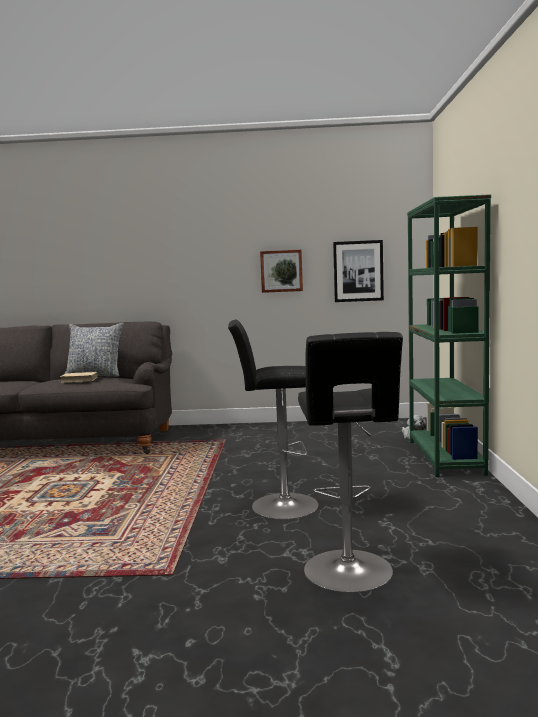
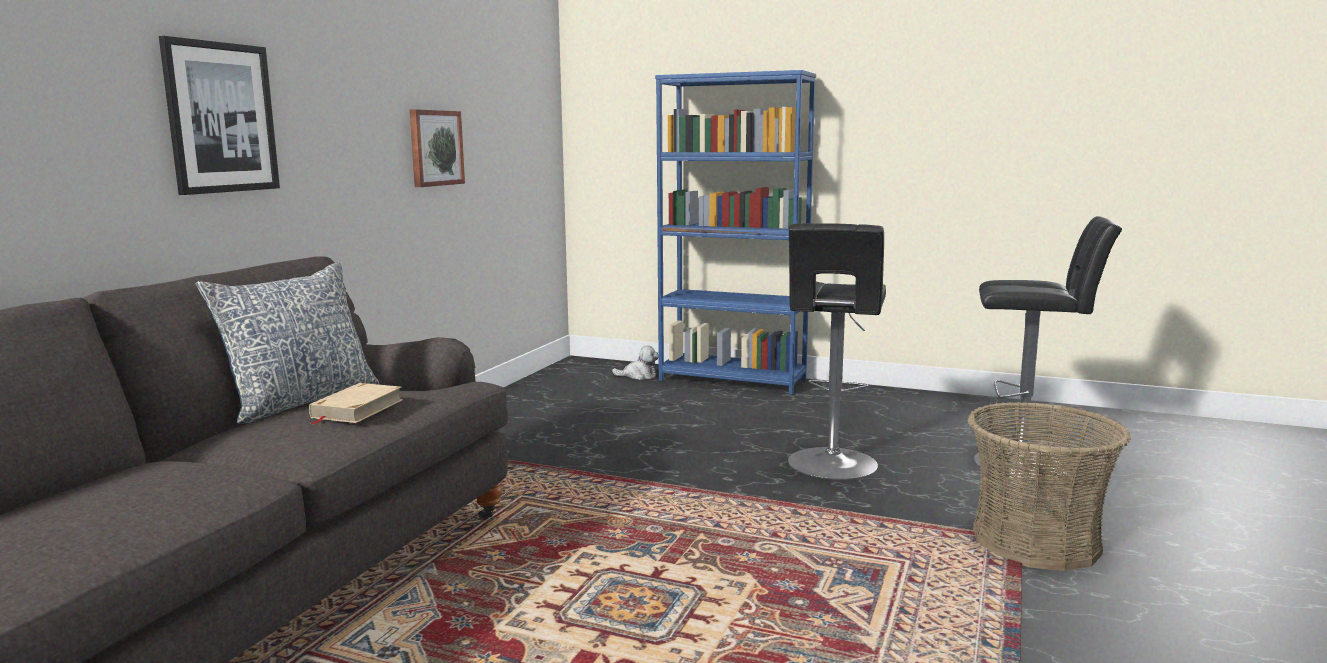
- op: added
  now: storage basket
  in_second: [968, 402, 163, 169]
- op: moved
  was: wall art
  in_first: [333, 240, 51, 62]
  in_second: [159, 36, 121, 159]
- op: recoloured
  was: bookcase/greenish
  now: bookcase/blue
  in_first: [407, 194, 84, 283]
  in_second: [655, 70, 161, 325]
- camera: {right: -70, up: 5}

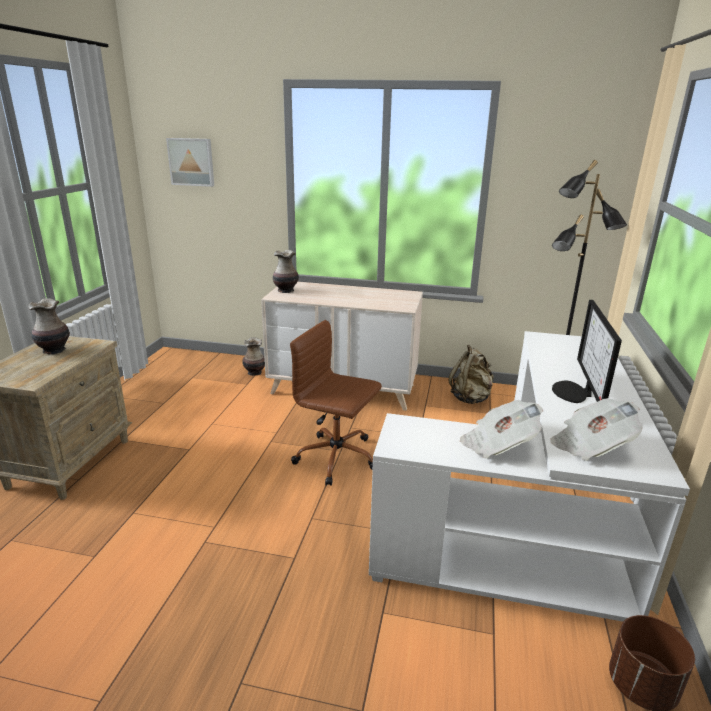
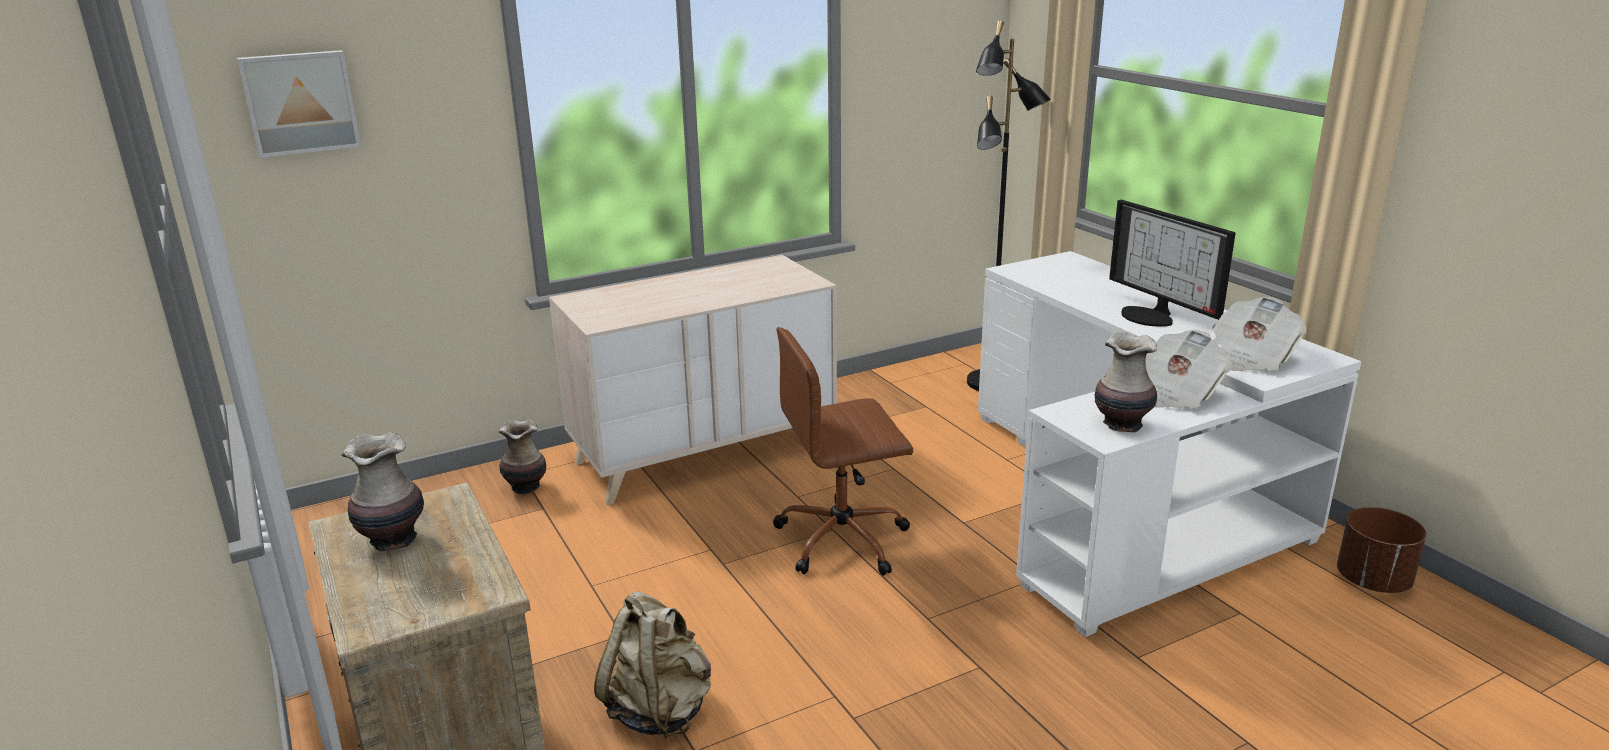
- op: moved
  was: flower vase
  in_first: [273, 250, 26, 43]
  in_second: [1095, 332, 62, 100]
- op: moved
  was: backpack/beige-coloured
  in_first: [449, 345, 44, 59]
  in_second: [594, 592, 117, 146]
- camera: {right: -40, up: 0}

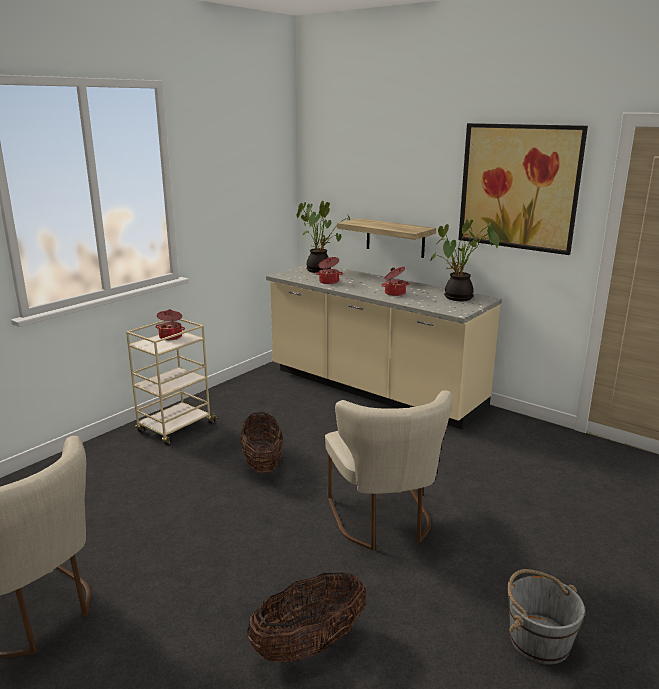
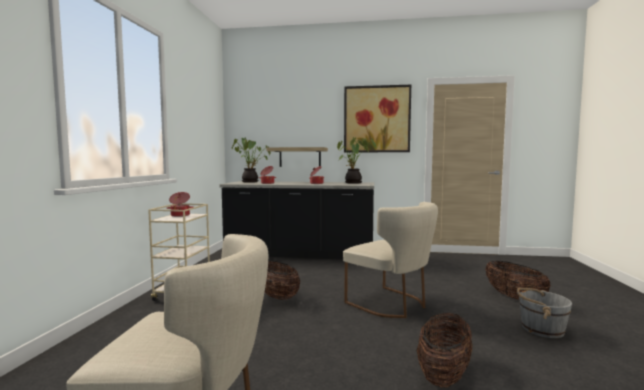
- op: added
  now: storage basket
  in_second: [485, 261, 66, 39]
- op: recoloured
  was: kitchen base unit/beige-coloured
  now: kitchen base unit/blackish
  in_first: [266, 265, 236, 165]
  in_second: [220, 181, 154, 79]
- camera: {right: -30, up: -15}

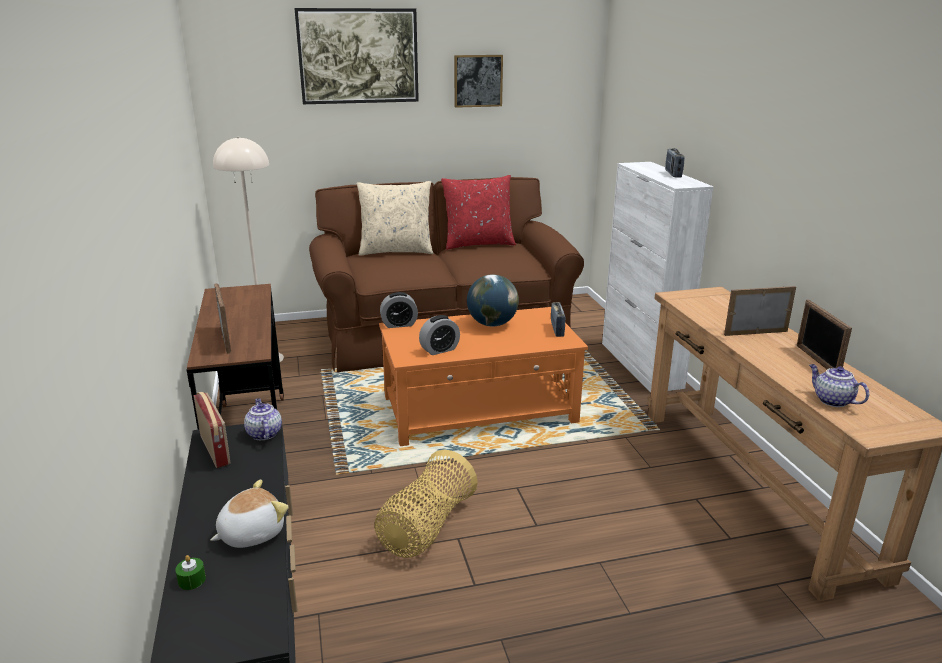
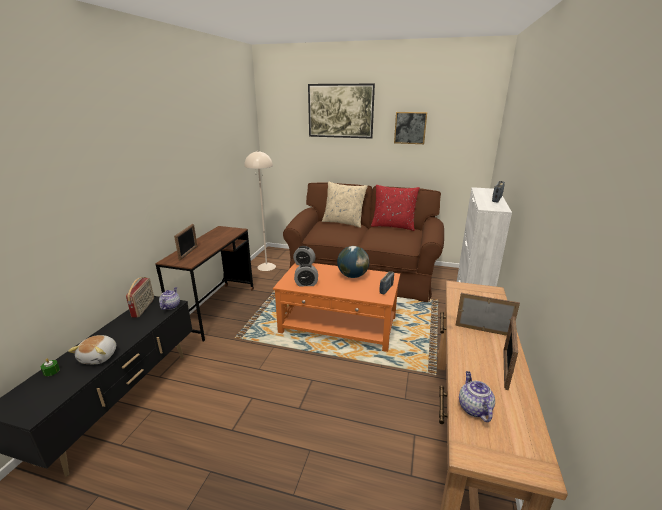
- op: removed
  was: storage basket
  in_first: [374, 450, 104, 108]
- op: turned
  was: soft toy
  in_first: [210, 479, 79, 69]
  in_second: [68, 335, 48, 29]
  clockwise: 105
- camera: {right: 30, up: 0}

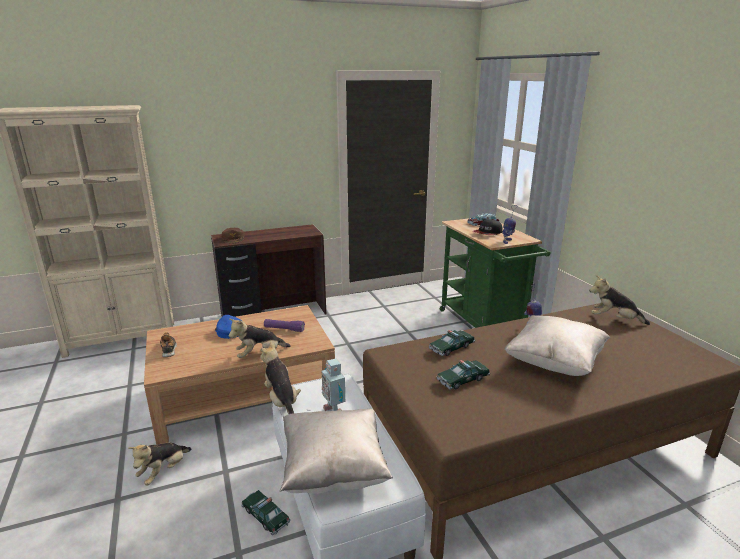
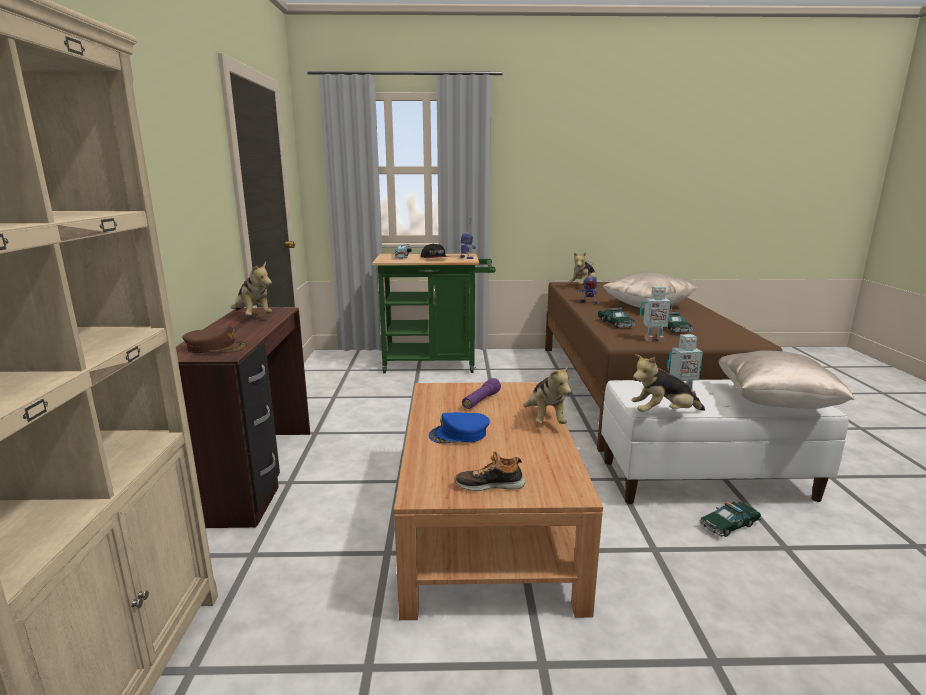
- op: added
  now: robot figure
  in_second: [640, 286, 33, 56]
- op: moved
  was: soft toy
  in_first: [129, 442, 62, 43]
  in_second: [230, 262, 42, 53]
- camera: {right: -70, up: -5}

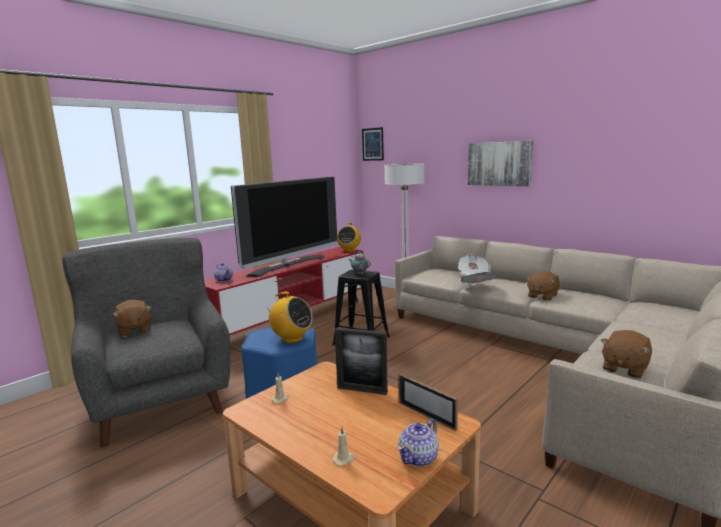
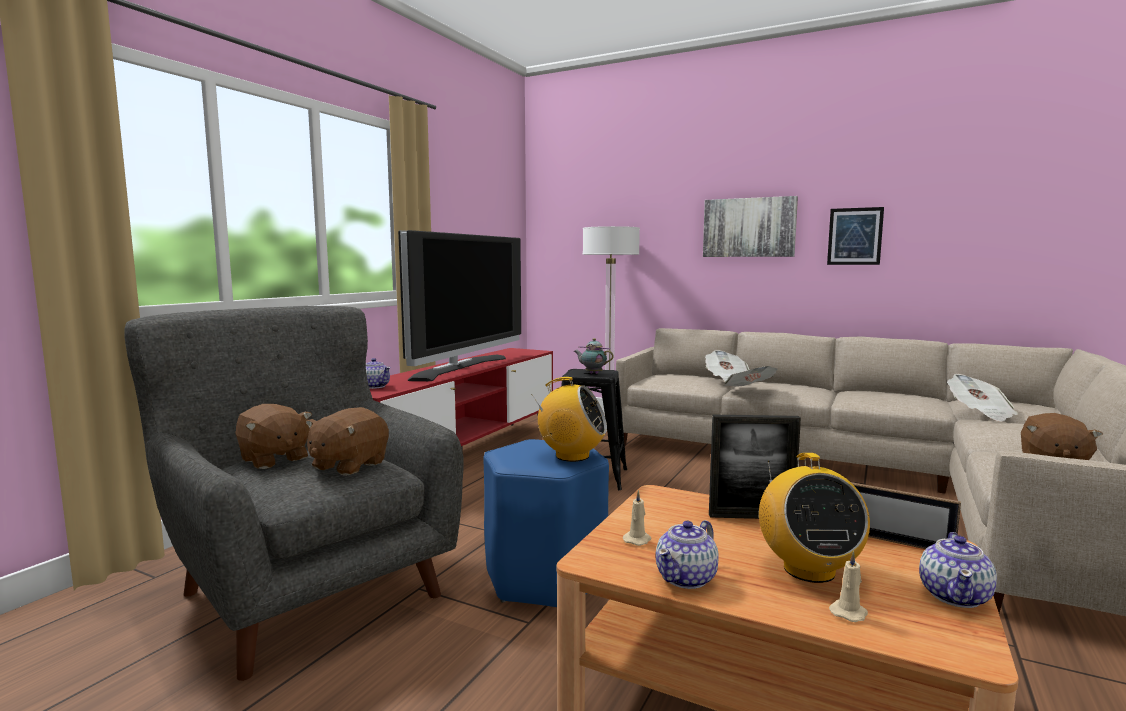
- op: added
  now: teapot
  in_second: [656, 520, 63, 69]
- op: added
  now: daily paper
  in_second: [947, 374, 71, 48]
- op: moved
  was: radio receiver
  in_first: [337, 223, 24, 29]
  in_second: [759, 453, 111, 130]
- op: moved
  was: wall art
  in_first: [362, 127, 22, 34]
  in_second: [827, 207, 57, 58]
- op: moved
  was: soft toy/brown-coloured
  in_first: [526, 271, 34, 30]
  in_second: [306, 407, 83, 69]
- camera: {right: -15, up: -5}

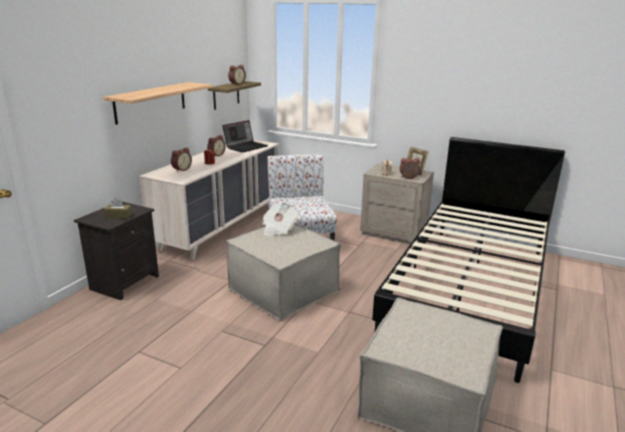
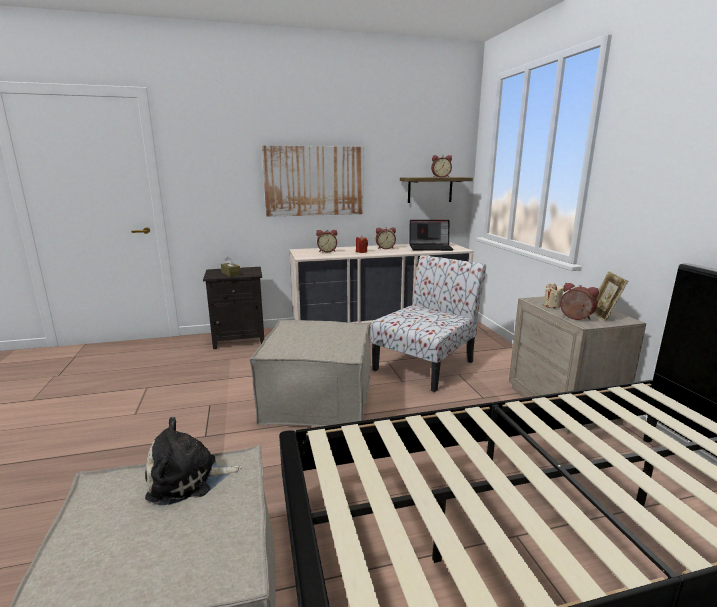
- op: removed
  was: daily paper
  in_first: [262, 203, 37, 33]
- op: added
  now: soft toy
  in_second: [145, 417, 97, 88]
- op: replaced
  was: shelf
  now: wall art
  in_first: [103, 82, 110, 43]
  in_second: [262, 146, 102, 71]
- camera: {right: 50, up: -5}

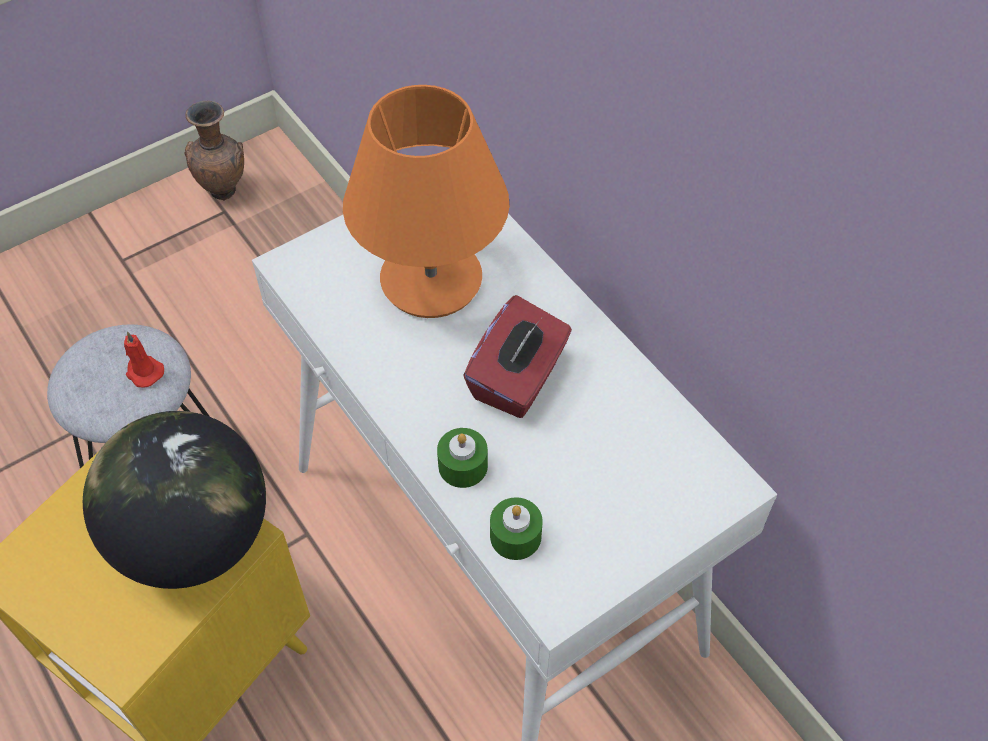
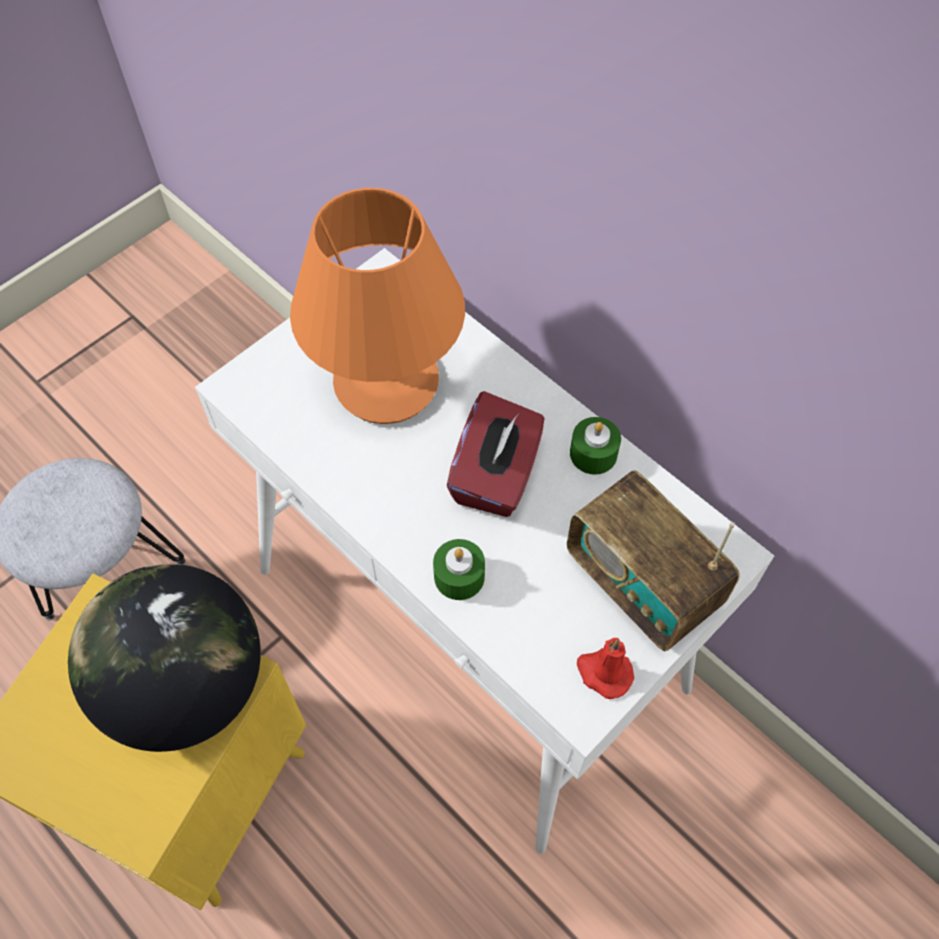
- op: removed
  was: flower vase/brown-coloured
  in_first: [185, 101, 59, 100]
- op: added
  now: radio receiver
  in_second: [567, 470, 173, 181]
- op: moved
  was: wax light/reddish
  in_first: [124, 331, 40, 56]
  in_second: [577, 638, 57, 61]
- op: moved
  was: wax light/greenish
  in_first: [490, 497, 53, 63]
  in_second: [570, 417, 51, 58]
- camera: {right: -10, up: 5}

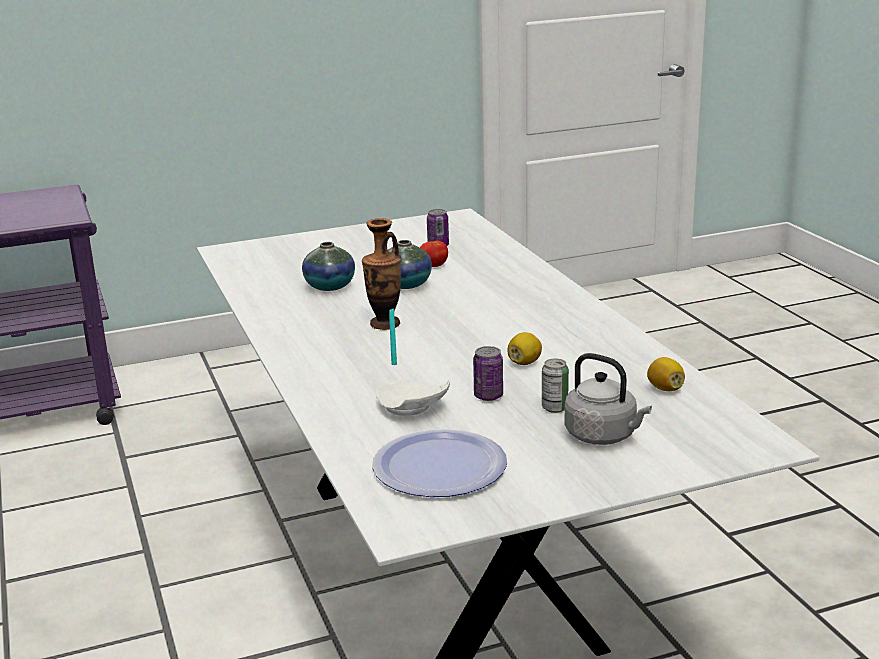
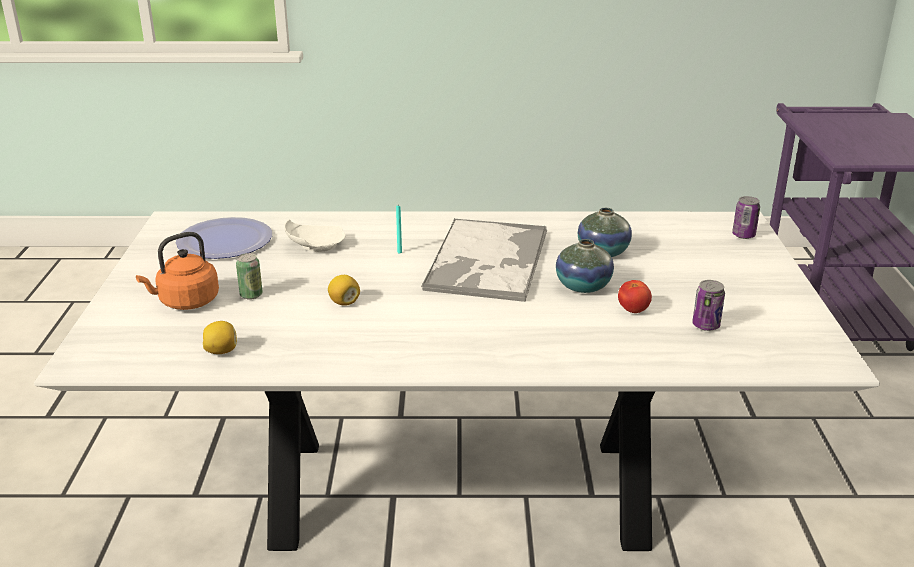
- op: moved
  was: metal can
  in_first: [473, 346, 30, 55]
  in_second: [732, 196, 28, 43]
- op: replaced
  was: flower vase
  now: serving tray
  in_first: [362, 218, 39, 112]
  in_second: [421, 219, 126, 83]
- op: recoloured
  was: kettle/gray
  now: kettle/orange-coloured
  in_first: [564, 353, 88, 92]
  in_second: [136, 232, 83, 78]
- camera: {right: 110, up: 5}

